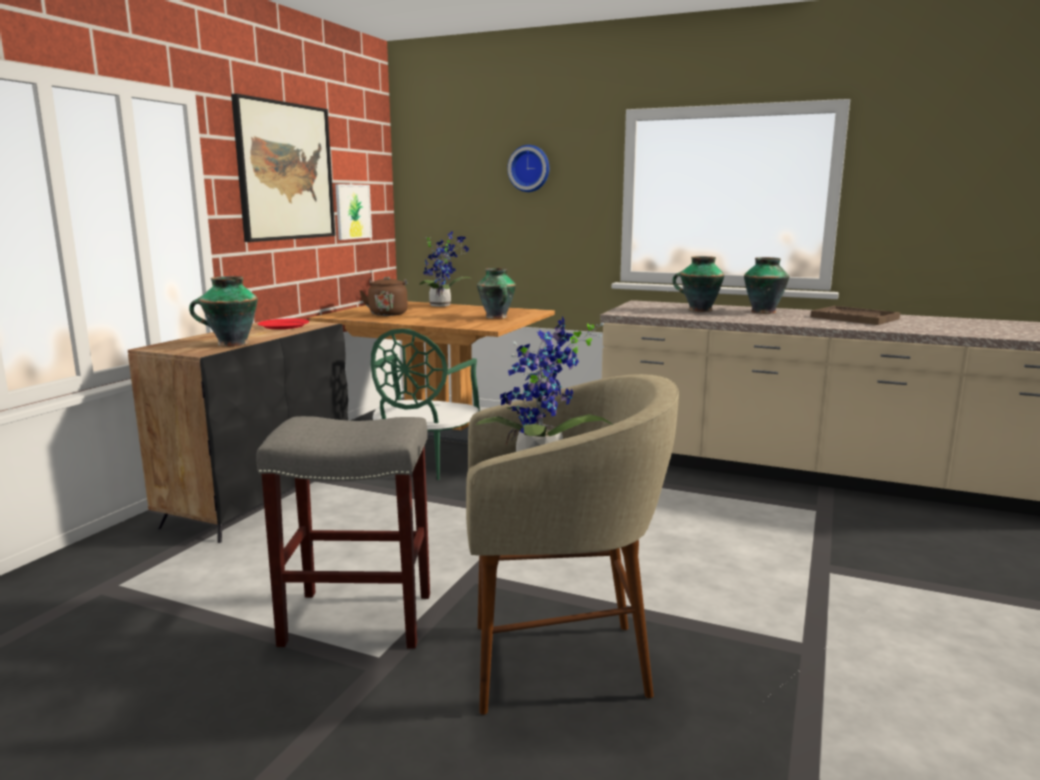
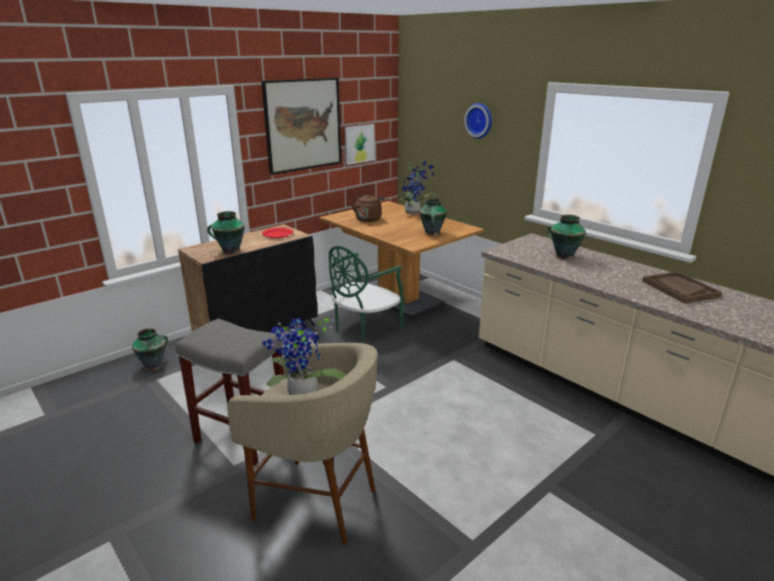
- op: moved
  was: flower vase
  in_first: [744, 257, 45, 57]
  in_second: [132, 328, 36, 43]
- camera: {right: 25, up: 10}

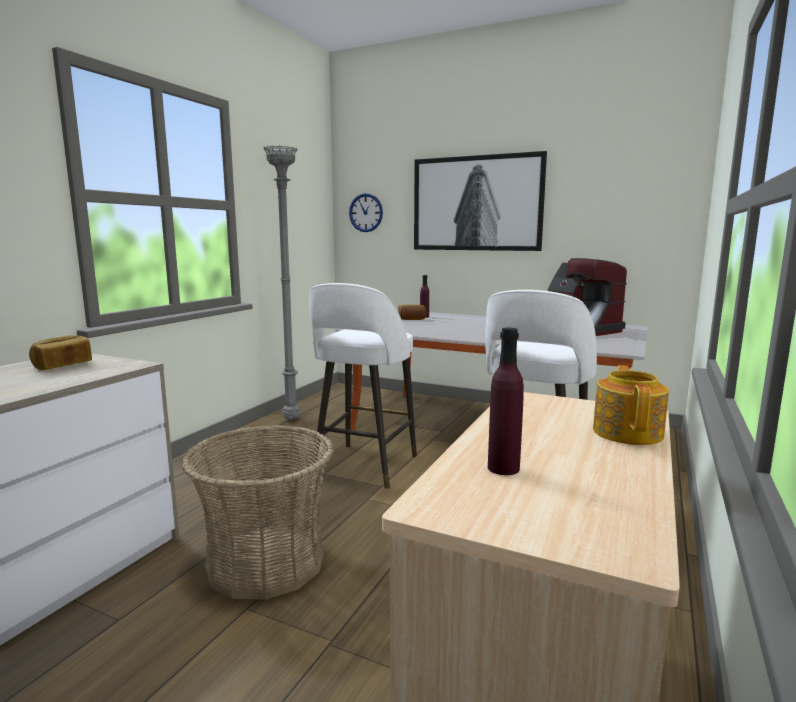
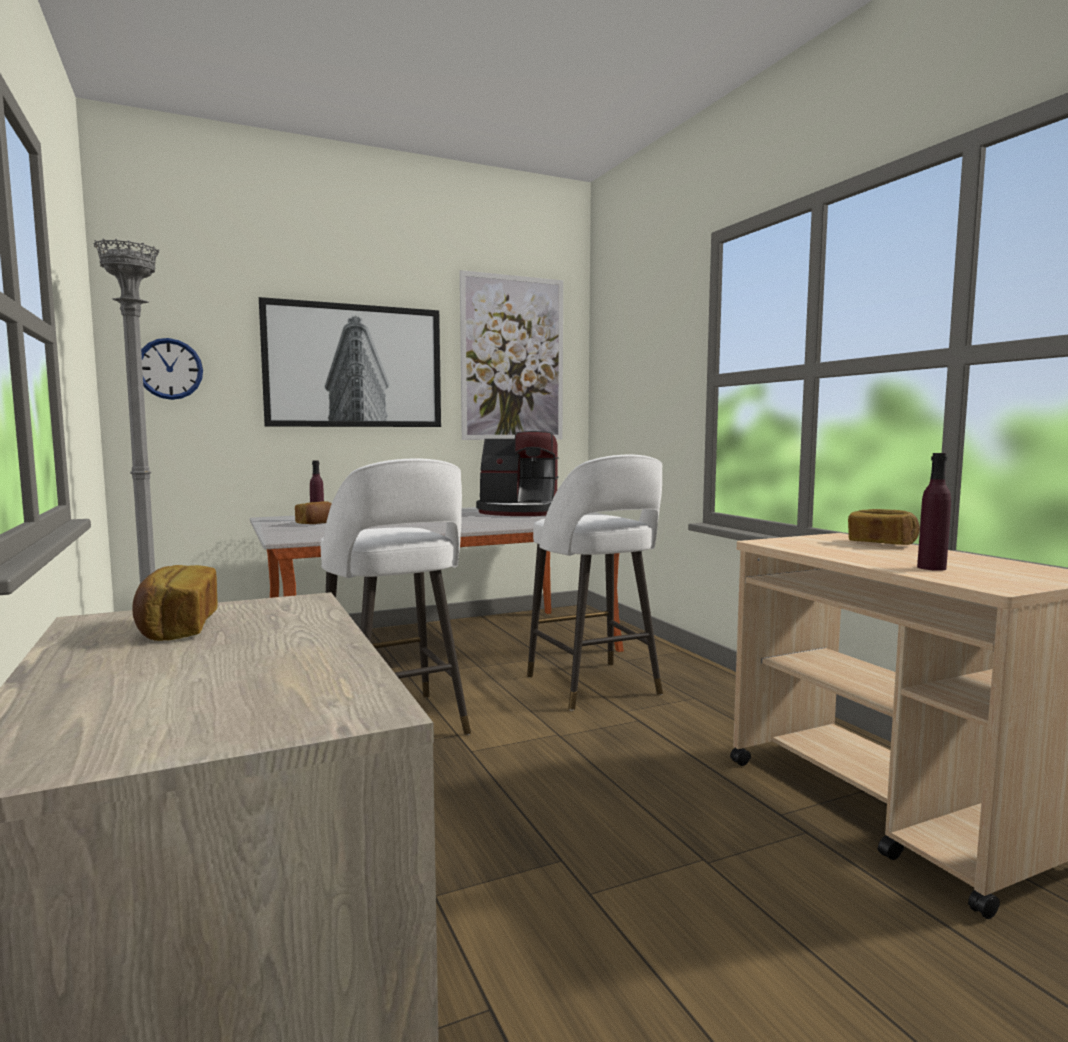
- op: removed
  was: storage basket
  in_first: [181, 425, 153, 175]
- op: added
  now: wall art
  in_second: [460, 270, 103, 170]
- op: replaced
  was: teapot
  now: baked bread
  in_first: [593, 365, 76, 80]
  in_second: [848, 509, 72, 36]
- camera: {right: -50, up: -5}

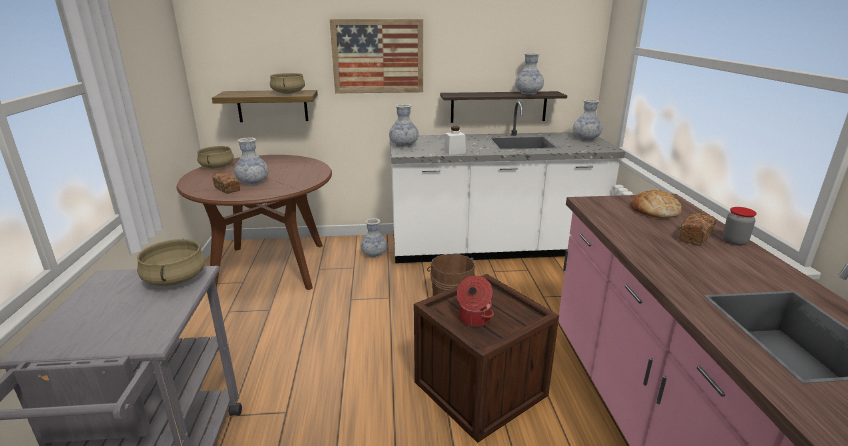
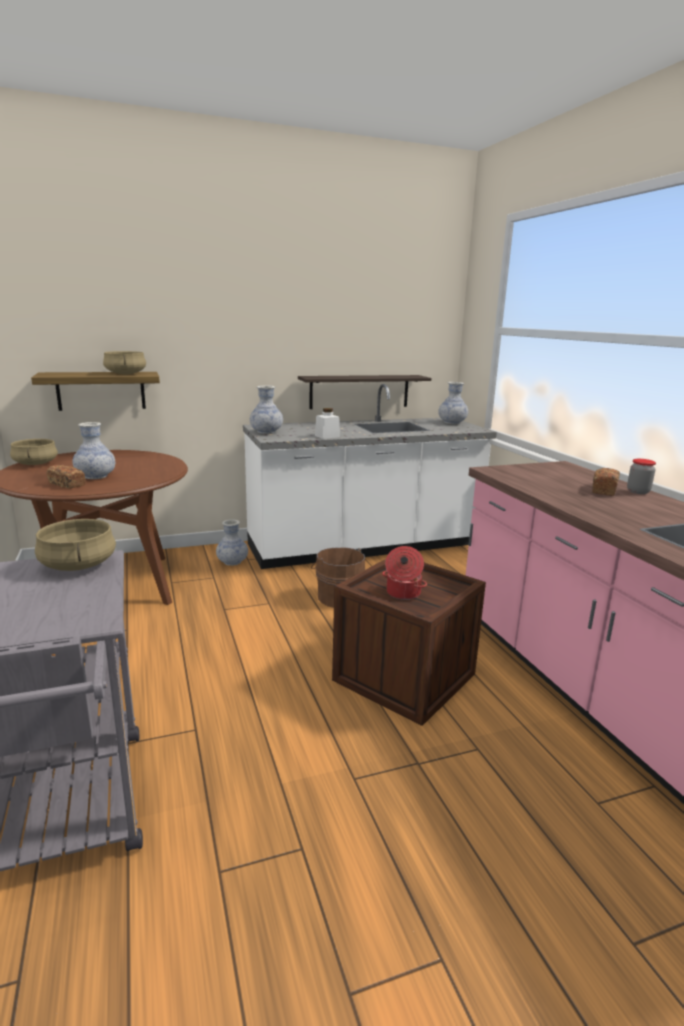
- op: removed
  was: wall art
  in_first: [330, 19, 93, 75]
- op: removed
  was: flower vase
  in_first: [515, 53, 29, 42]
- op: removed
  was: baked bread
  in_first: [631, 190, 50, 28]
- camera: {right: -15, up: -5}

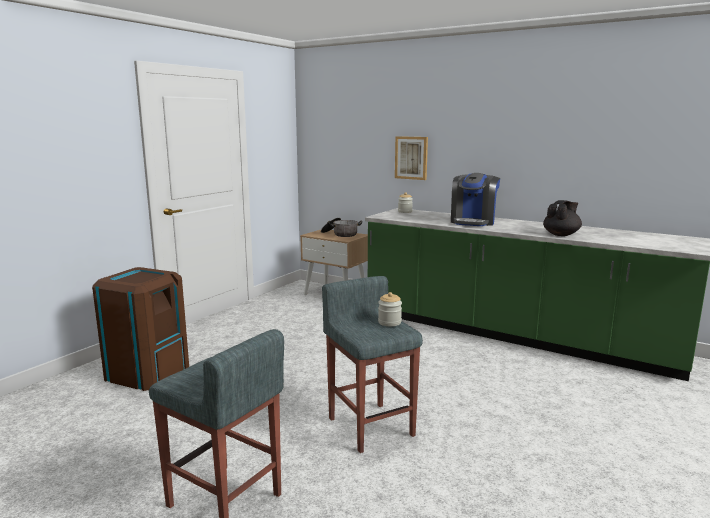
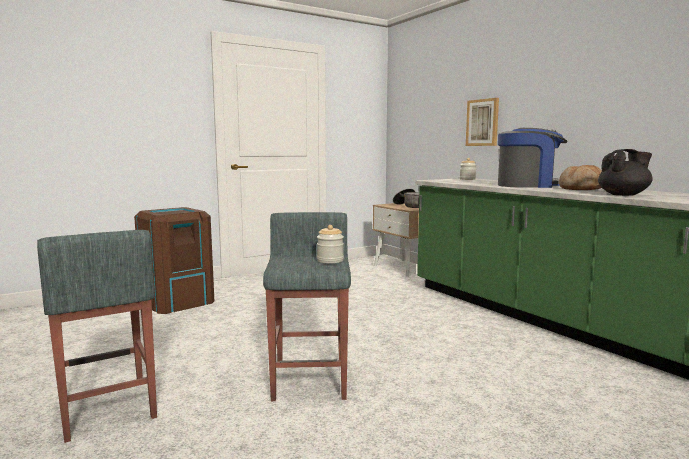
- op: added
  now: baked bread
  in_second: [559, 165, 43, 25]
- op: turned
  was: coffee brewer
  in_first: [451, 173, 49, 53]
  in_second: [498, 128, 70, 60]
  clockwise: -135
- camera: {right: 25, up: -5}

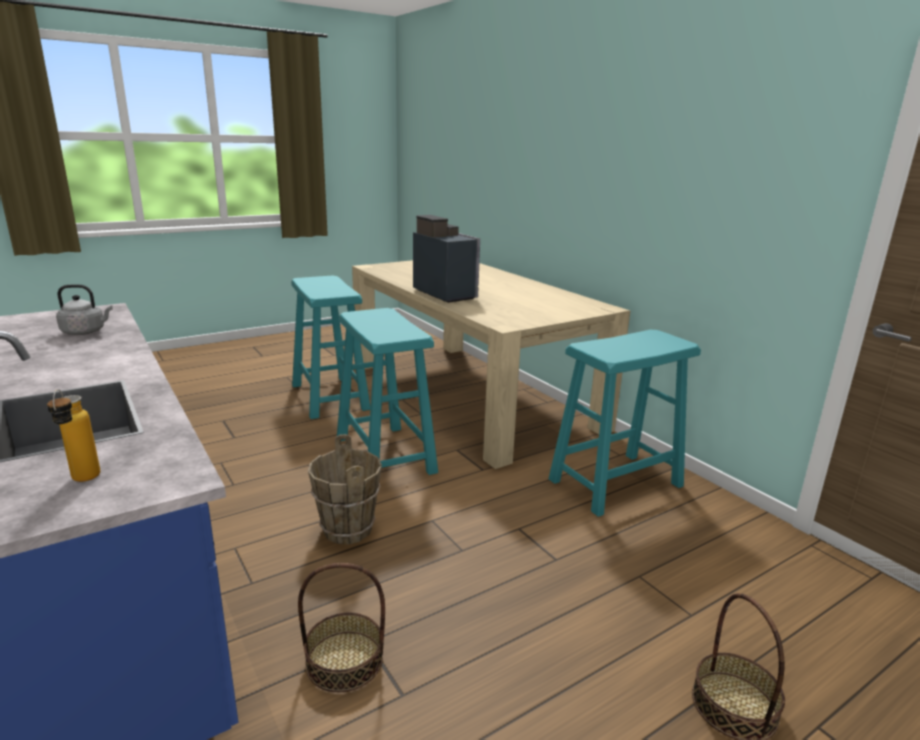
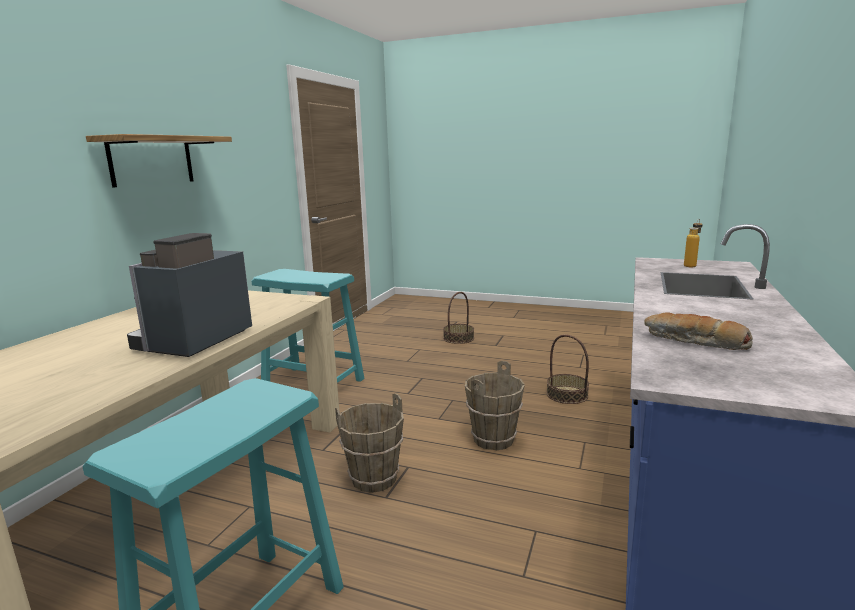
- op: added
  now: shelf
  in_second: [86, 134, 146, 54]
- op: replaced
  was: kettle/gray
  now: baked bread
  in_first: [56, 284, 57, 51]
  in_second: [644, 312, 109, 38]
- op: replaced
  was: stool seat/turquoise
  now: pail/brown-coloured
  in_first: [337, 308, 101, 167]
  in_second: [335, 393, 69, 100]
- camera: {right: -125, up: -5}

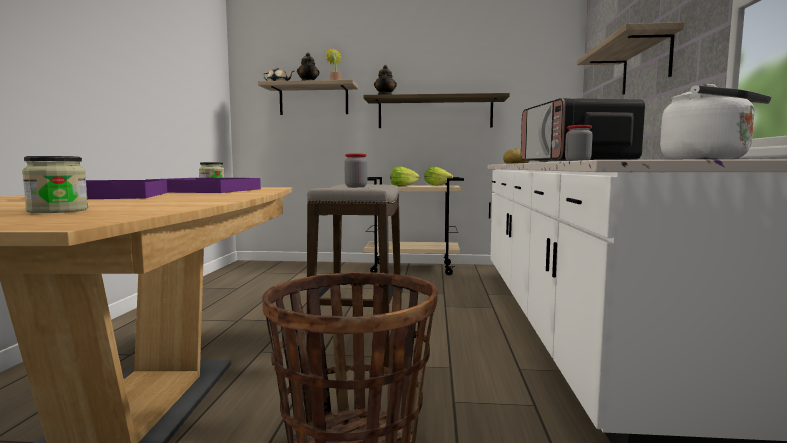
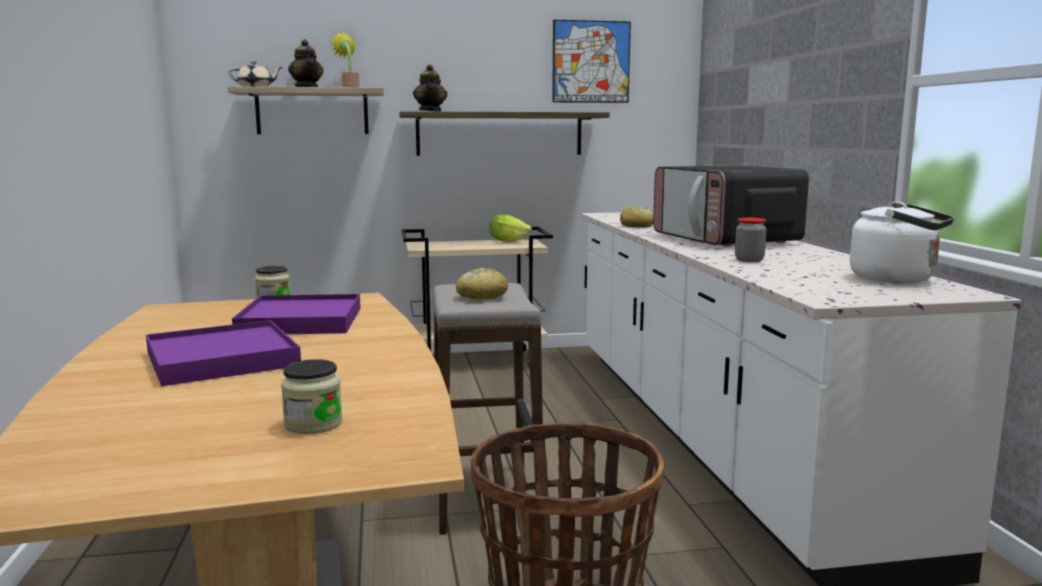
- op: removed
  was: head of lettuce
  in_first: [390, 167, 30, 19]
- op: removed
  was: shelf
  in_first: [577, 22, 107, 73]
- op: added
  now: wall art
  in_second: [552, 20, 79, 83]
- op: replaced
  was: preserve jar
  now: baked bread
  in_first: [344, 153, 23, 34]
  in_second: [456, 267, 52, 33]
- camera: {right: -15, up: 5}

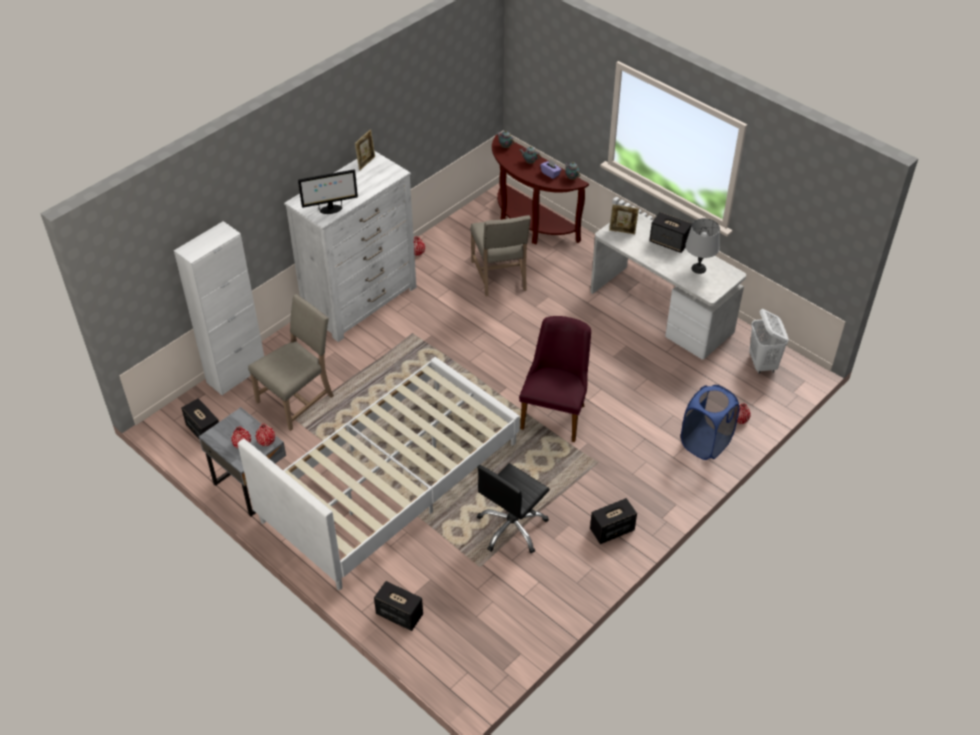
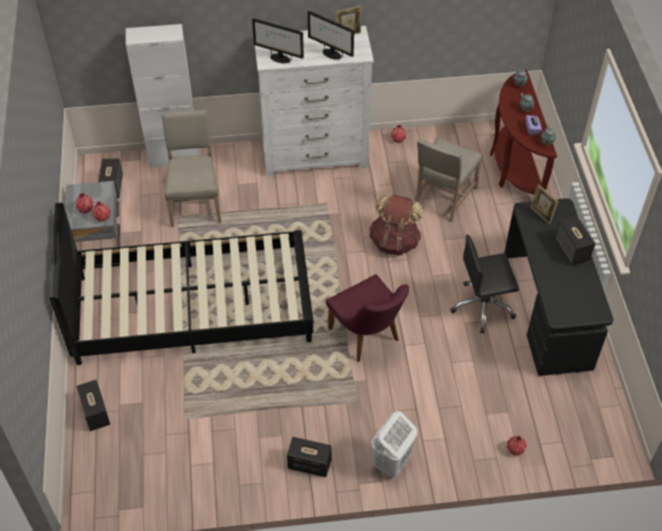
- op: removed
  was: hamper/blue
  in_first: [681, 385, 59, 75]
- op: removed
  was: tabletop lamp/gray
  in_first: [685, 218, 35, 56]
- op: added
  now: computer screen
  in_second: [308, 11, 46, 48]
- op: added
  now: backpack/brown-coloured
  in_second: [369, 195, 54, 61]
- op: moved
  was: computer chair/blackish
  in_first: [477, 463, 73, 91]
  in_second: [450, 235, 69, 99]
- op: moved
  was: hamper/whitish
  in_first: [749, 309, 40, 65]
  in_second: [371, 411, 46, 68]
- op: recoloured
  was: bed/whitish
  now: bed/blackish
  in_first: [238, 357, 282, 233]
  in_second: [49, 203, 264, 162]
- op: recoloured
  was: desk table/whitish
  now: desk table/blackish
  in_first: [590, 213, 156, 147]
  in_second: [504, 198, 110, 178]
- op: turned
  was: chair/beige-coloured
  in_first: [248, 294, 86, 137]
  in_second: [162, 109, 59, 118]
  clockwise: -90
- op: turned
  was: chair/purplish
  in_first: [519, 316, 72, 126]
  in_second: [326, 274, 83, 88]
  clockwise: 90
- camera: {right: 40, up: 5}

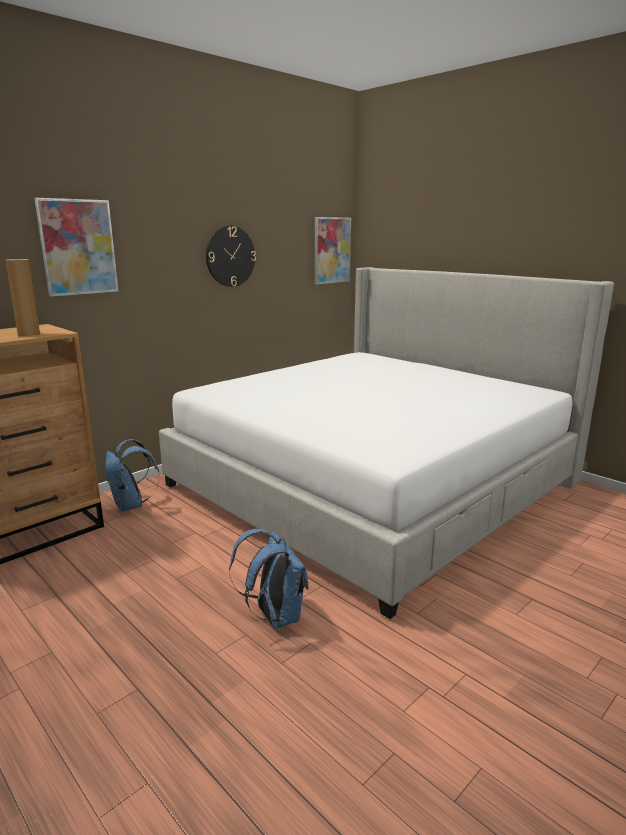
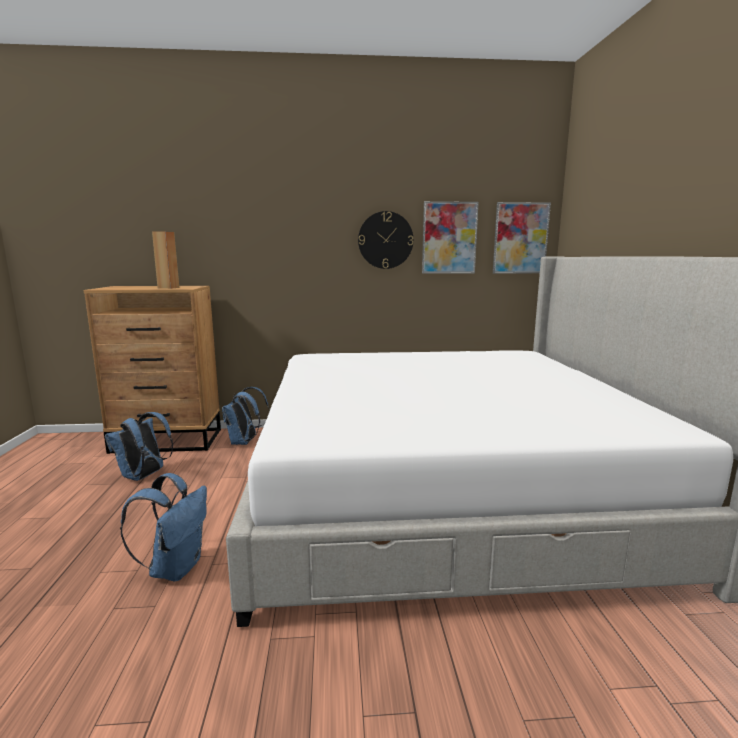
- op: added
  now: backpack/blue
  in_second: [105, 412, 68, 69]
- op: moved
  was: wall art
  in_first: [34, 198, 84, 99]
  in_second: [422, 201, 57, 73]
- camera: {right: 40, up: -5}

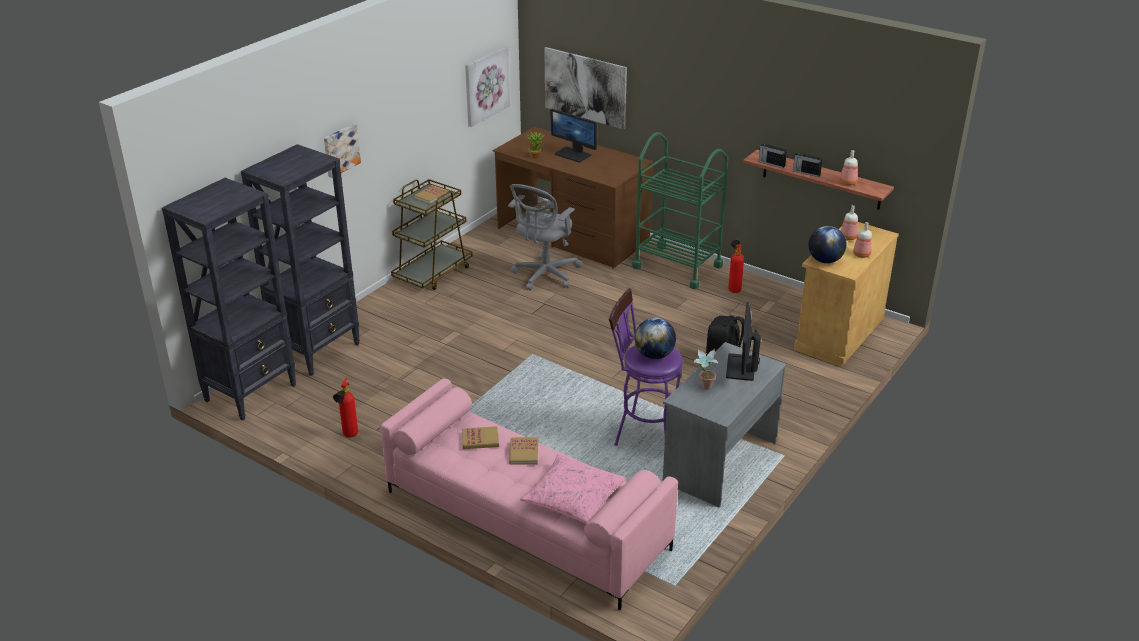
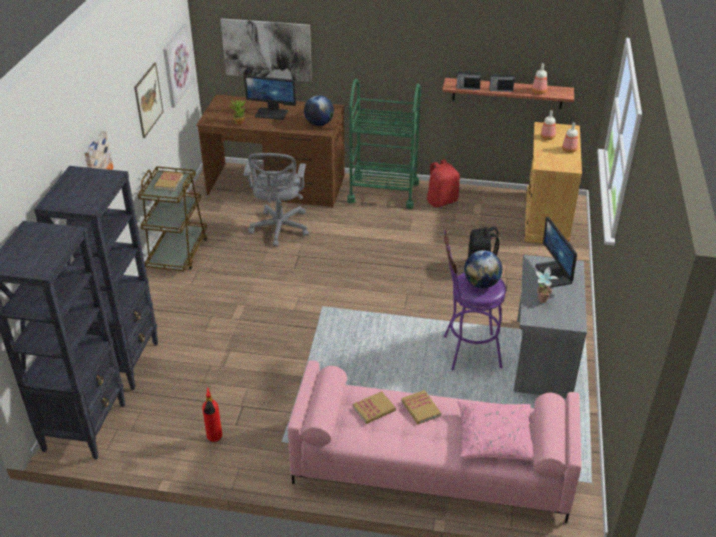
- op: added
  now: wall art
  in_second: [134, 62, 30, 76]
- op: moved
  was: globe
  in_first: [808, 226, 39, 37]
  in_second: [304, 95, 30, 31]
- op: replaced
  was: fire extinguisher
  now: backpack/reddish
  in_first: [728, 240, 16, 53]
  in_second: [427, 159, 33, 48]
- camera: {right: -25, up: 5}

